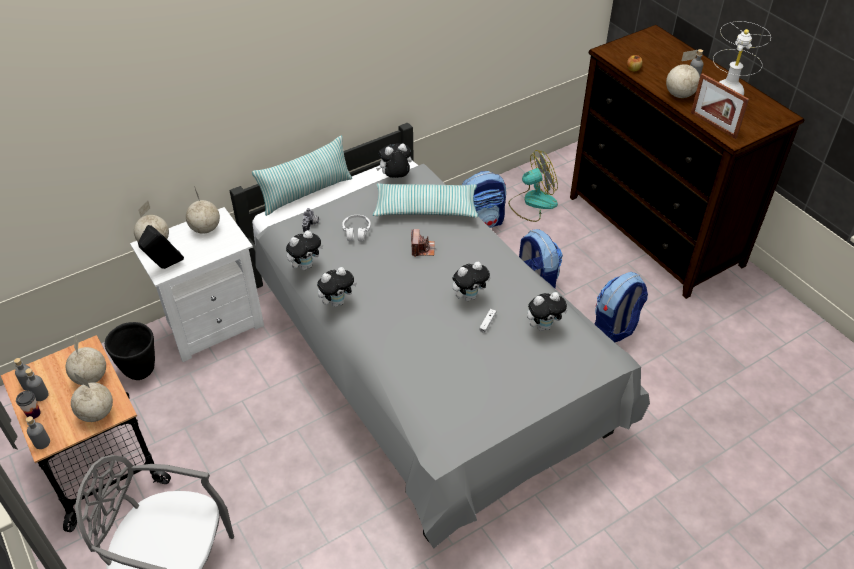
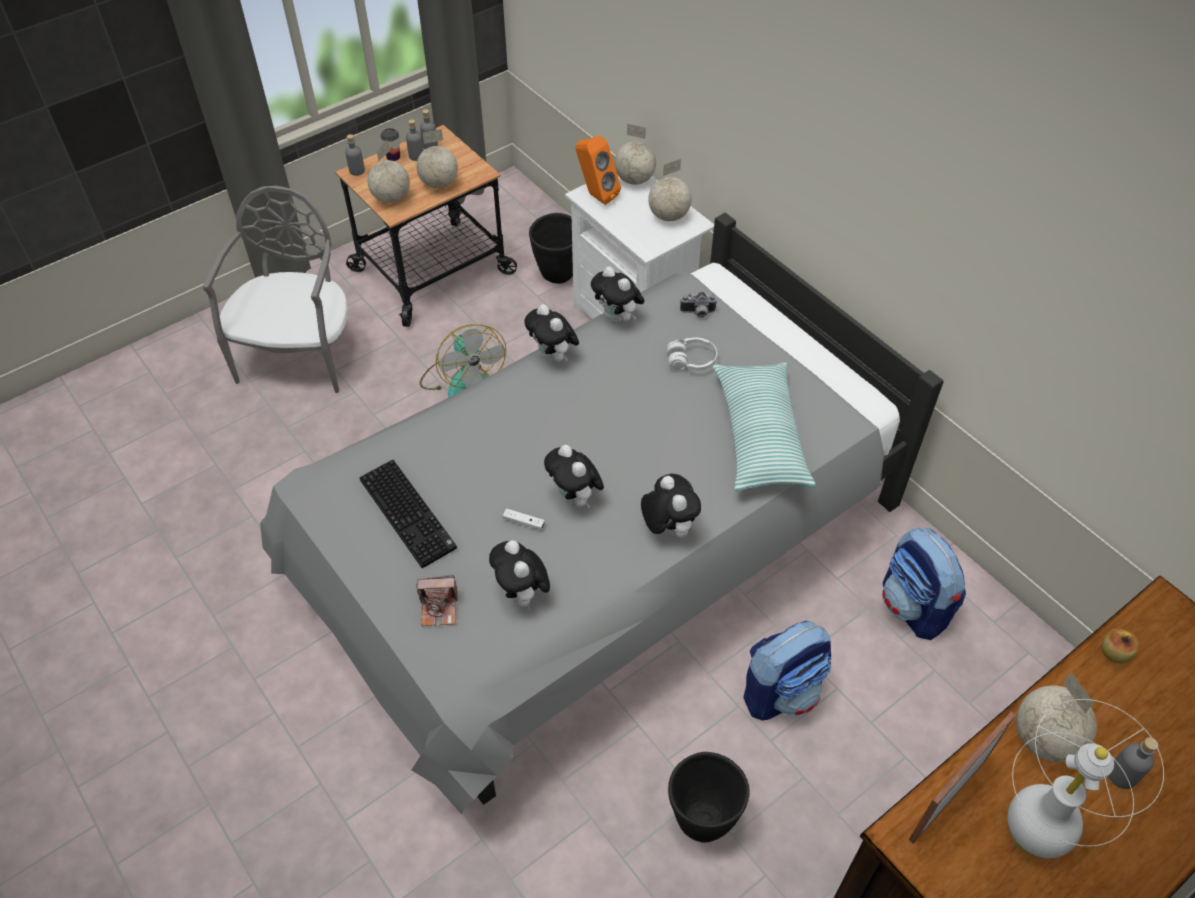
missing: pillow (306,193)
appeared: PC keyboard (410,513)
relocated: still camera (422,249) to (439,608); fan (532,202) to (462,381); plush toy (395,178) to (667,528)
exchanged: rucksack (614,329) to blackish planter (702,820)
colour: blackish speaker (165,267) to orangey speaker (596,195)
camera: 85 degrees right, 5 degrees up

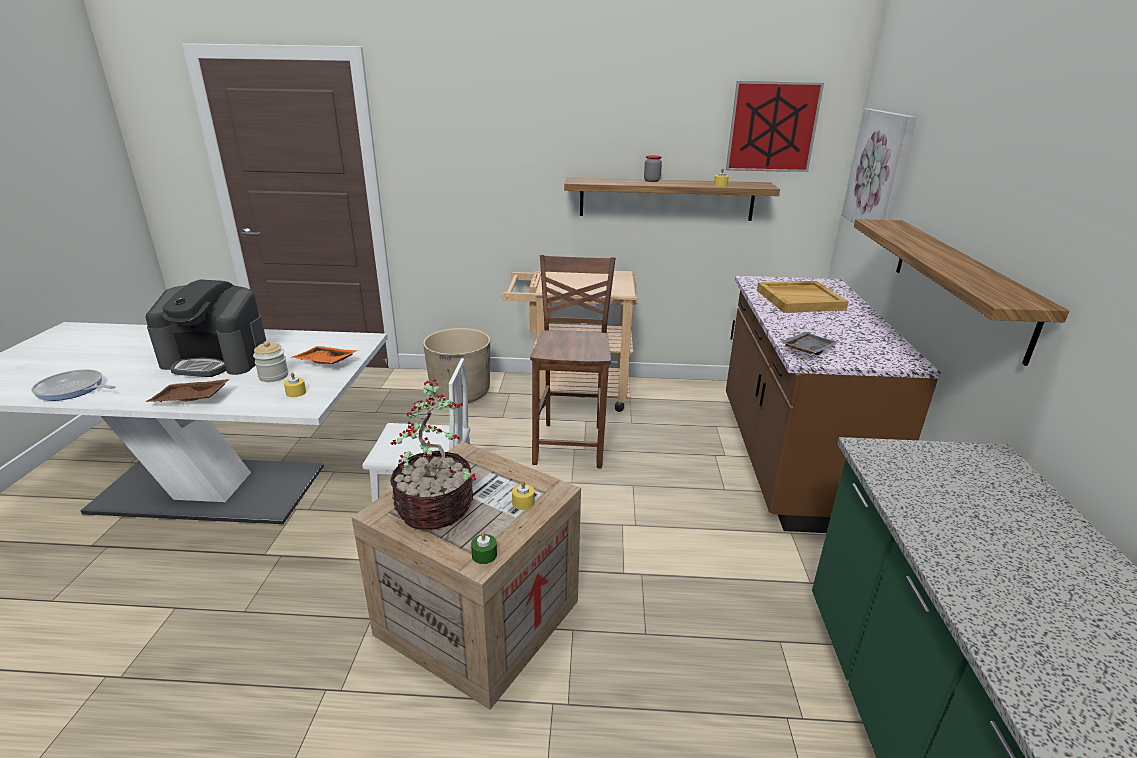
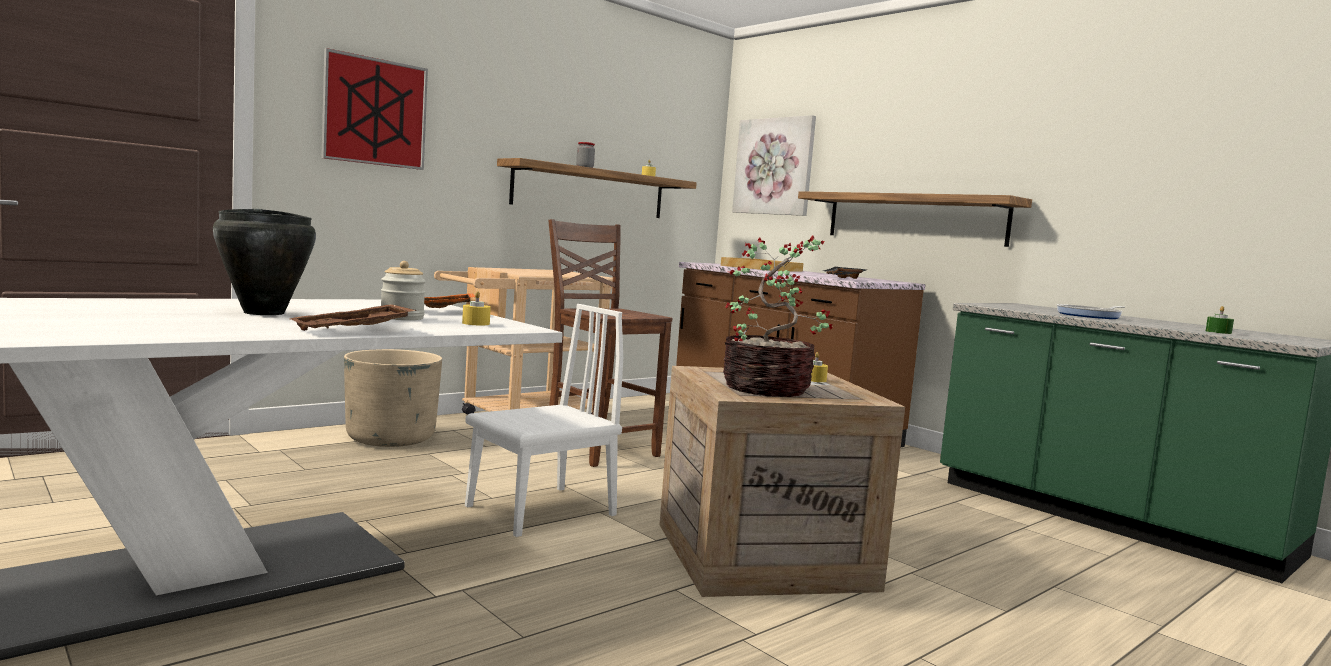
relocated: picture (772,127) to (375,112); skillet (73,390) to (1091,316); greenish candle (484,555) to (1218,332)
exchanged: coffee machine (217,359) to blackish cooking pot (264,313)
camera: 45 degrees left, 20 degrees down

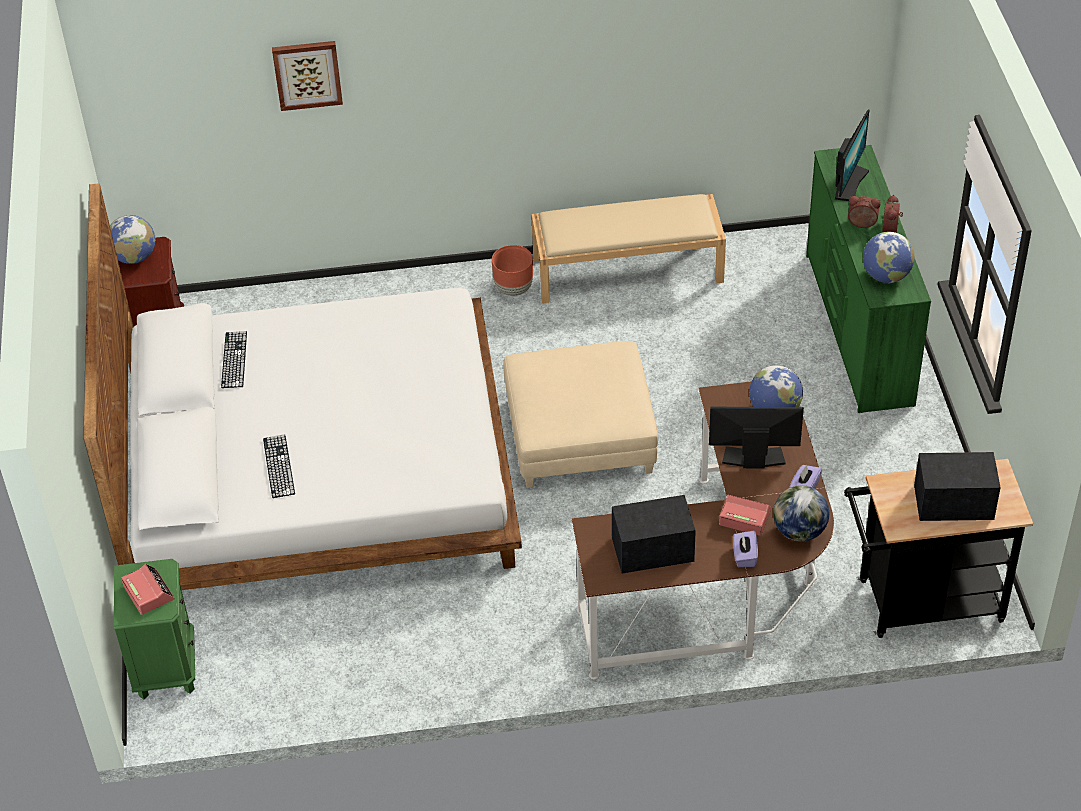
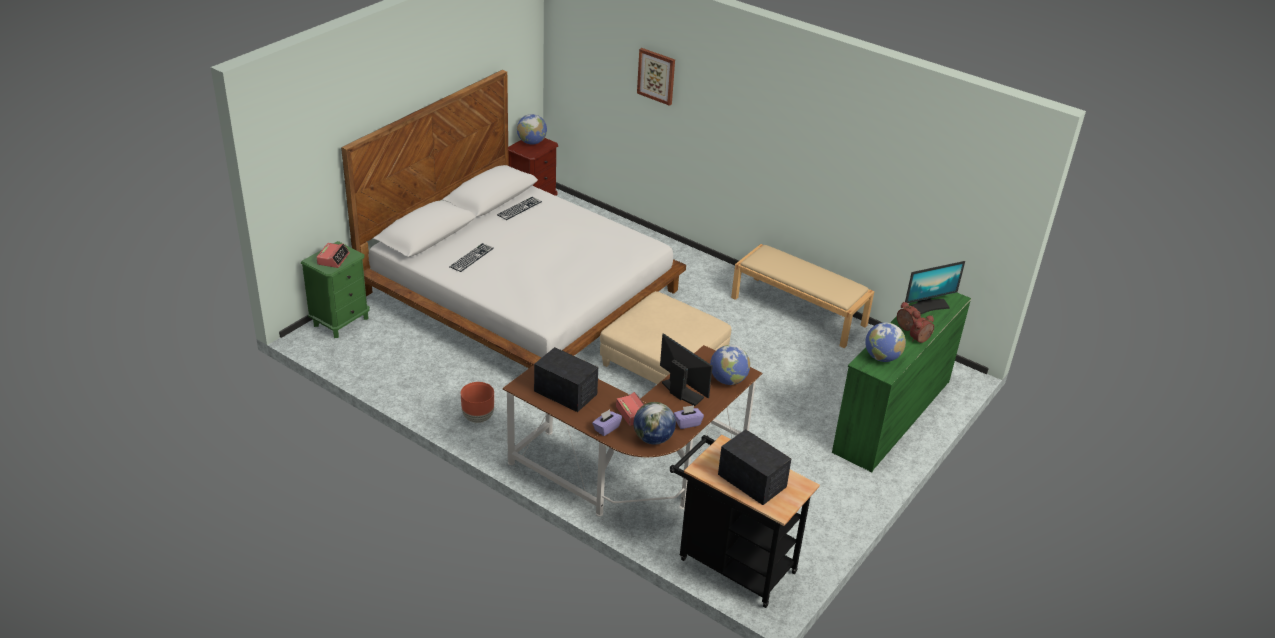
relocated: brown planter (513,289) to (477,417)
camera: 40 degrees right, 10 degrees down

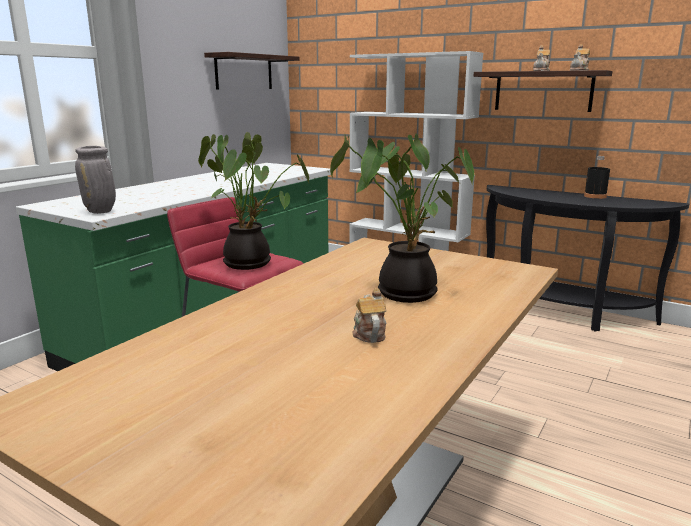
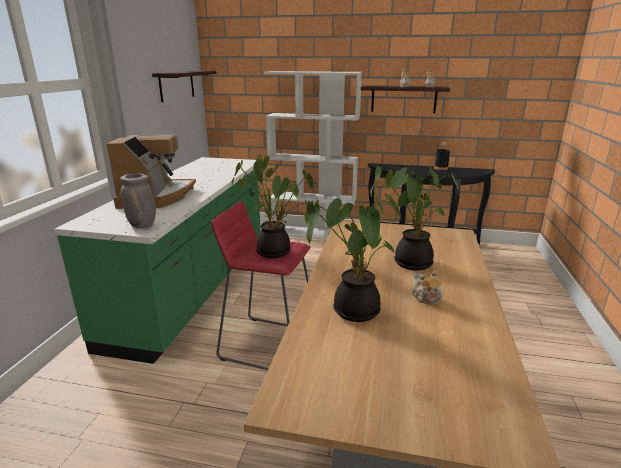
appeared: coffee machine (156,197); potted plant (352,309)
camera: 20 degrees left, 5 degrees up

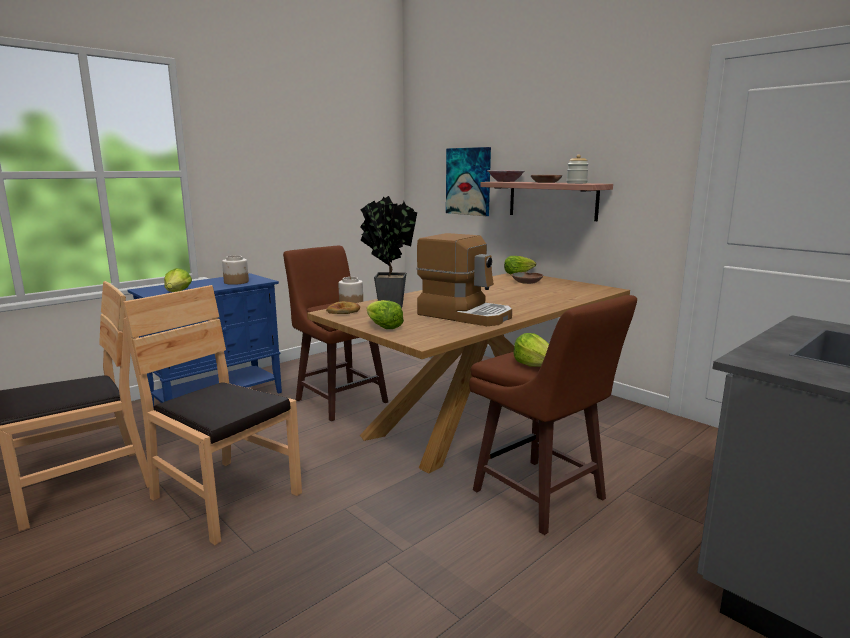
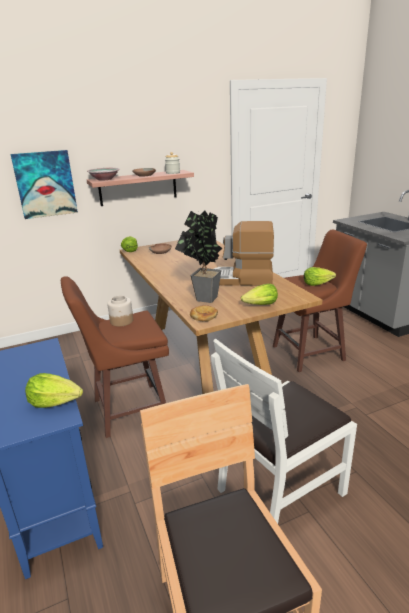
missing: preserve jar (236,282)
colour: brown plain chair (225,497) to white plain chair (280,489)
spun: coffee machine (465,315) = (242,279) 135 degrees counterclockwise
camera: 70 degrees left, 10 degrees up

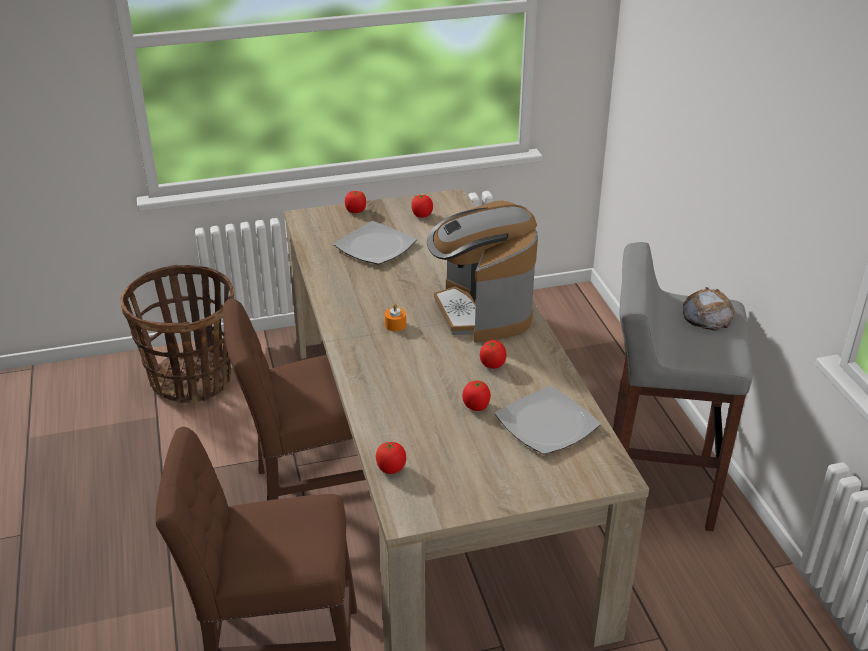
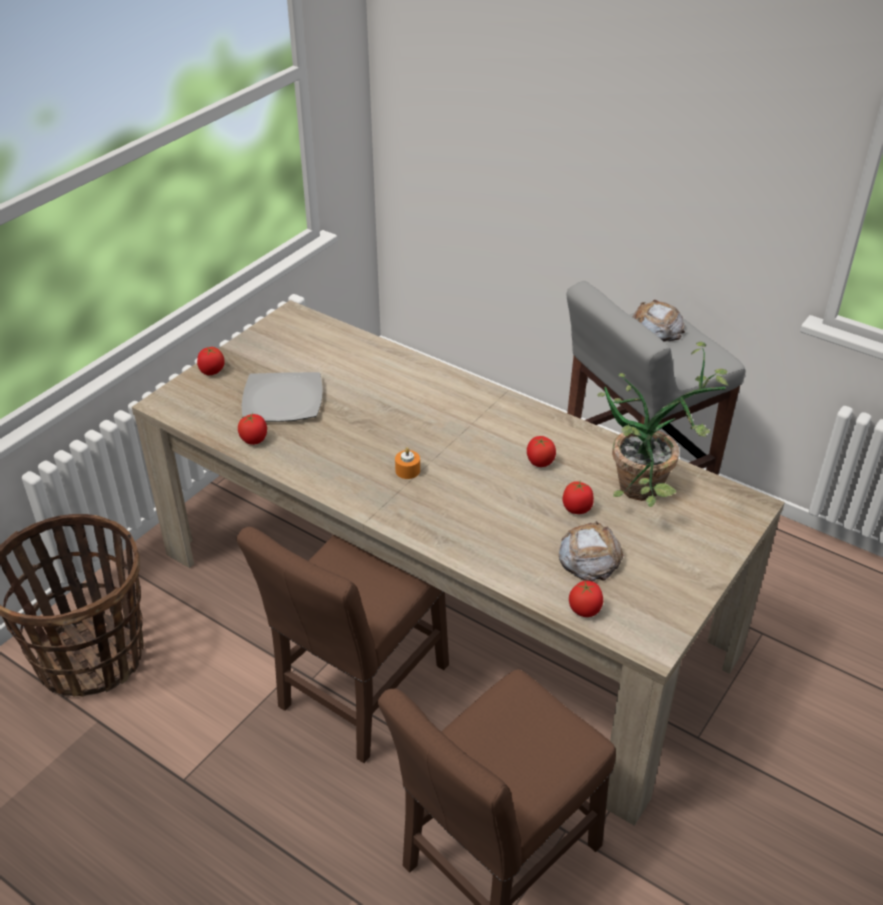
missing: coffee machine (482,312)
appeared: bread (589,557)
relocated: whole tomato (422,215) to (254,440)
exchanged: plate (546,425) to potted plant (650,492)
camera: 40 degrees left, 5 degrees up

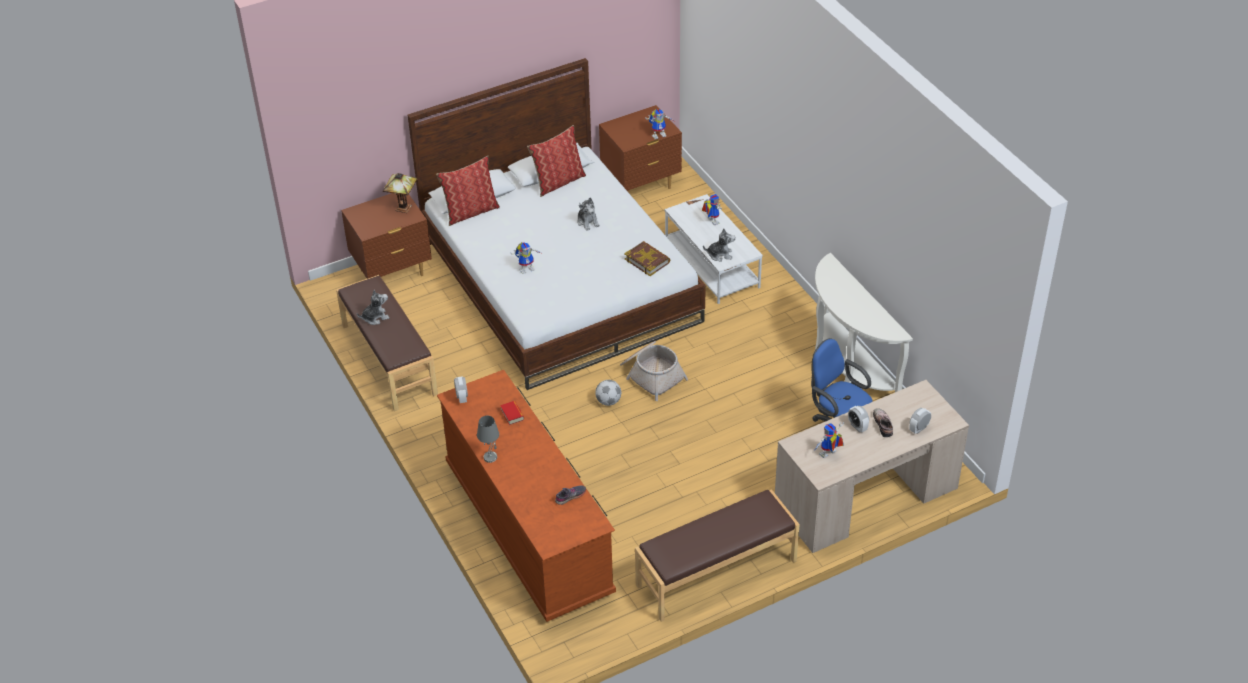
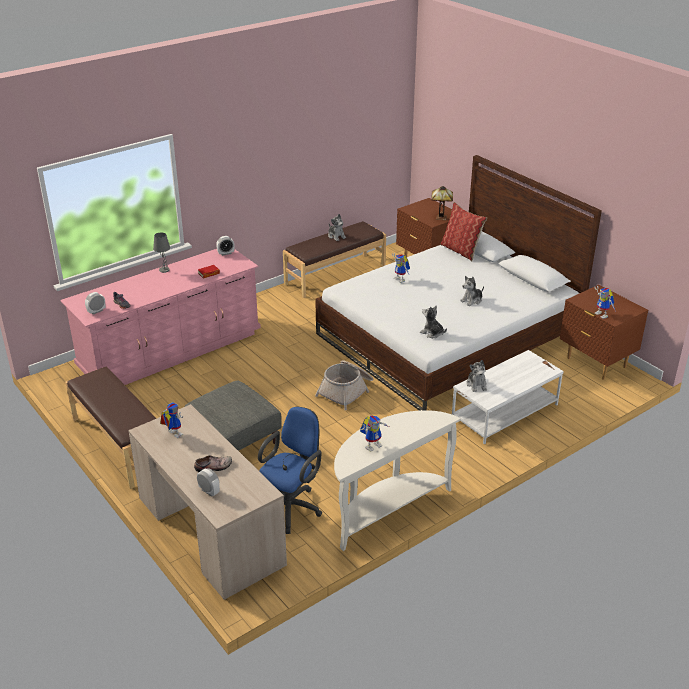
missing: pillow (558,182); football (608,401)
appeared: grey footrest (234,440)
relocated: table clock (857,426) to (96,311); model robot (710,221) to (373,445)
exchanged: book (647,261) to plush toy (432,333)
colour: brown dresser (528,529) to pinkish dresser (171,350)
camera: 80 degrees right, 10 degrees down

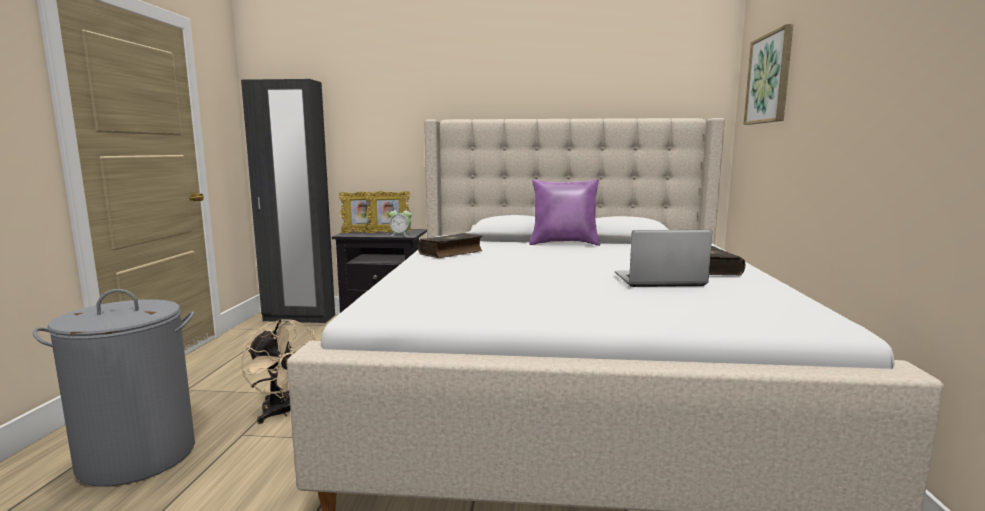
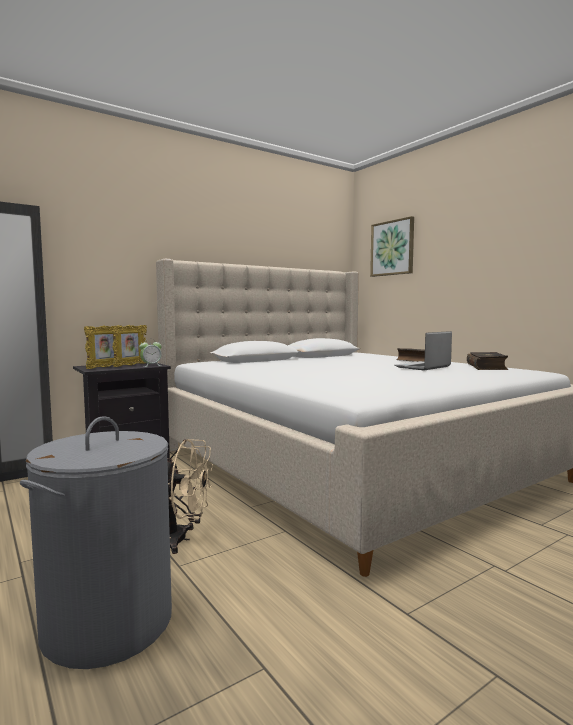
missing: purplish pillow (564,243)
relocated: book (451,253) to (487,367)
camera: 40 degrees left, 5 degrees down

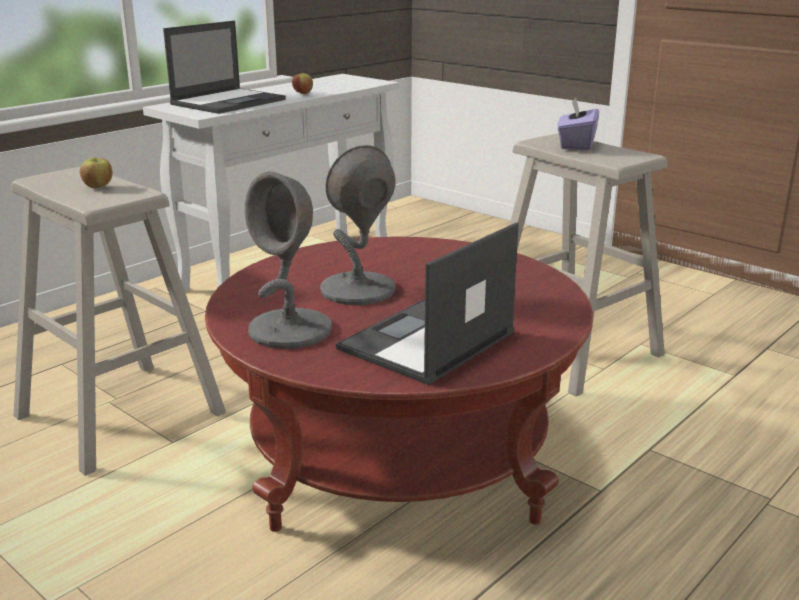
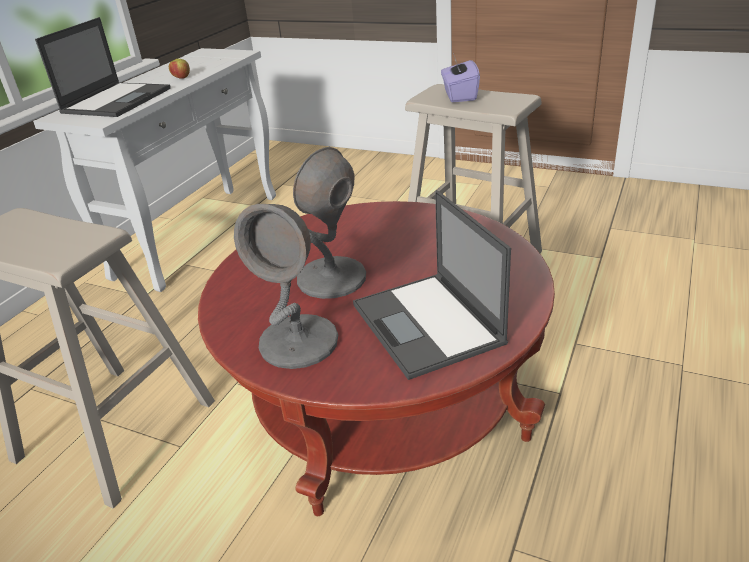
missing: apple fruit (98,187)
spun: portable computer (426,342) = (428,324) 45 degrees counterclockwise
camera: 15 degrees left, 10 degrees up

